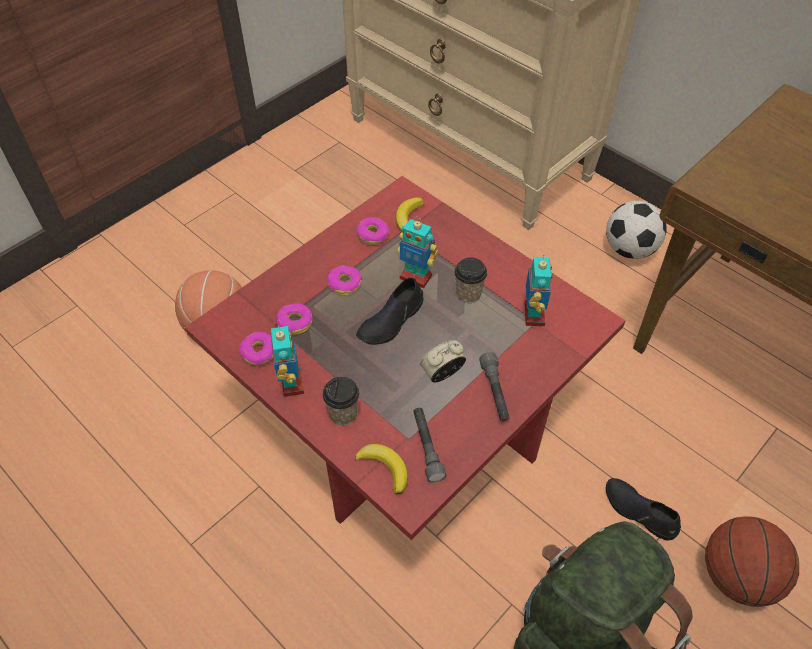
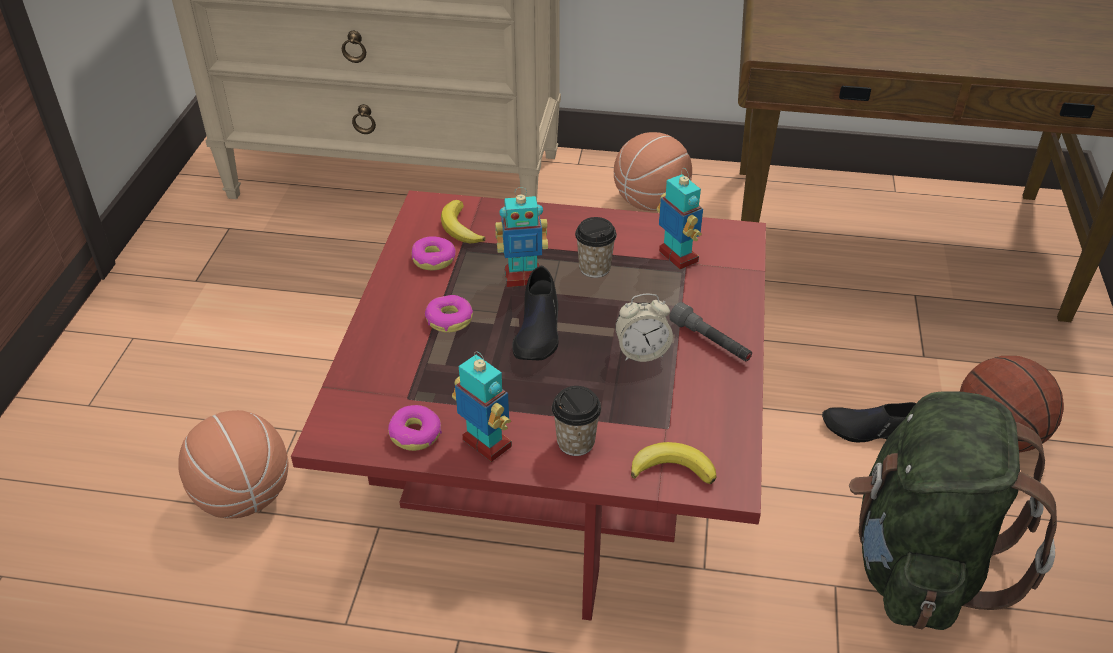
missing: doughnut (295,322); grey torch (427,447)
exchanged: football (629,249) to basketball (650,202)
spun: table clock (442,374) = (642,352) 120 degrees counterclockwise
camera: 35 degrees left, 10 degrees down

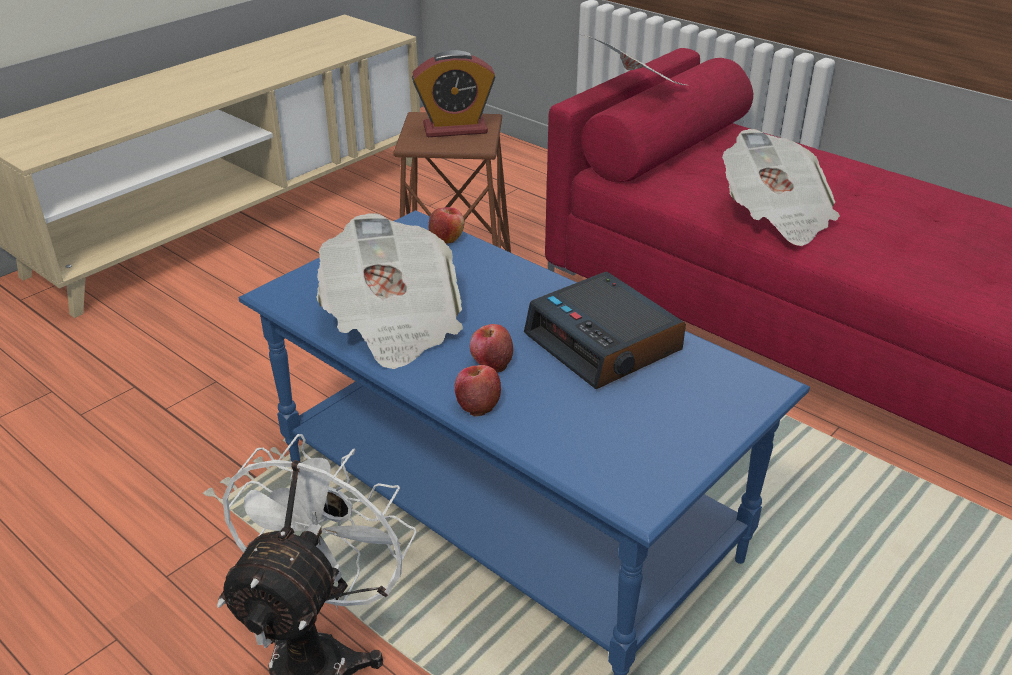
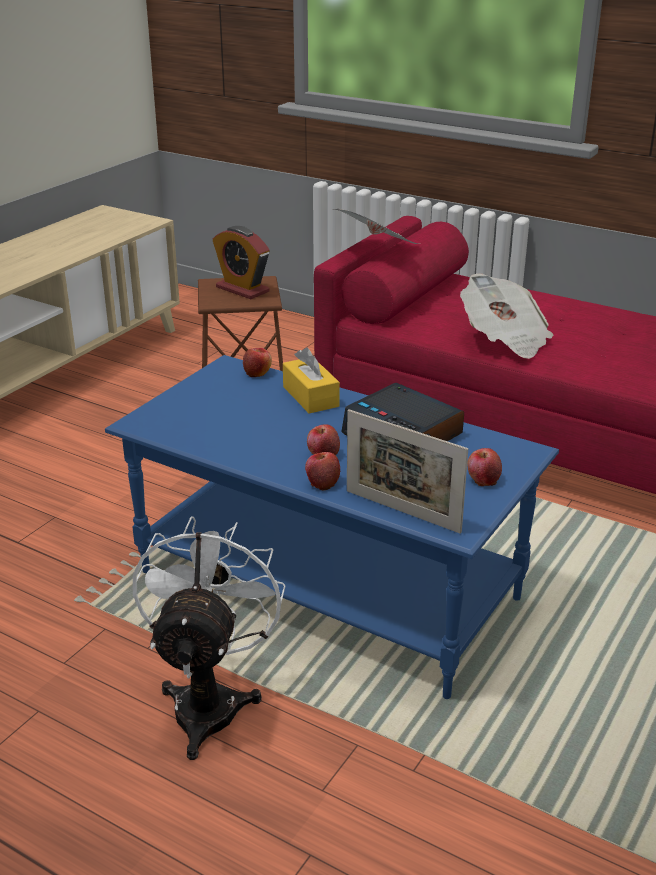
missing: newspaper (393,323)
appeared: yellowish box of tissues (310,396); standing frame (402,511); apple fruit (483,479)
spun: table clock (455,129) = (242,289) 60 degrees clockwise
camera: 10 degrees left, 5 degrees down

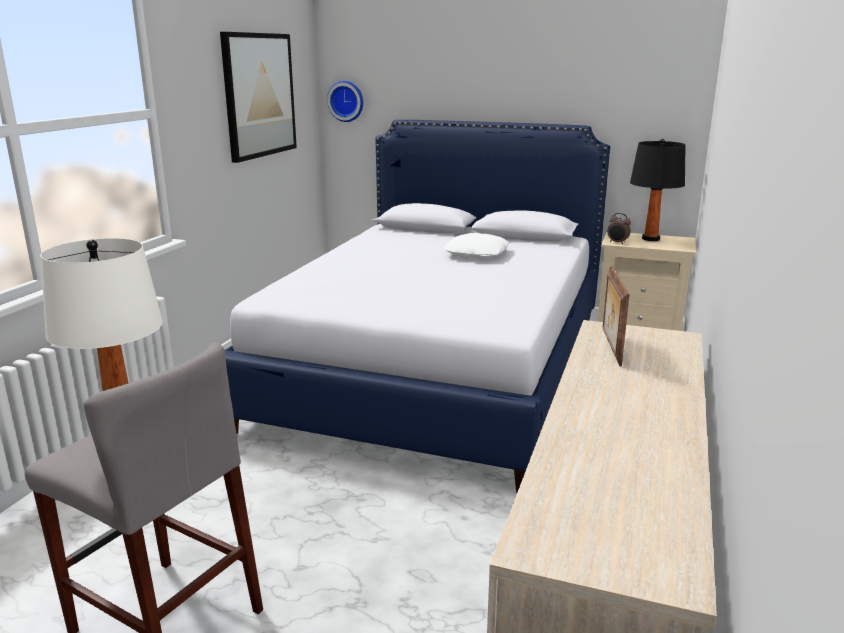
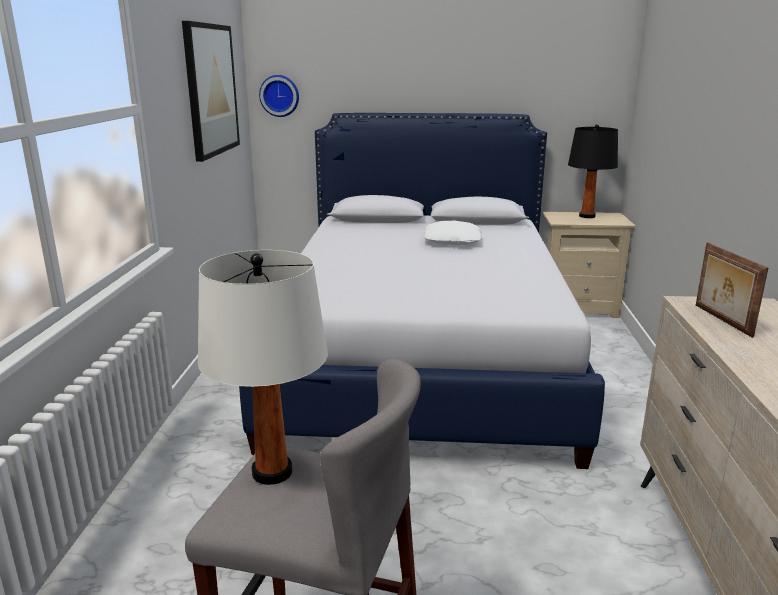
missing: table clock (617,243)
camera: 15 degrees left, 0 degrees up

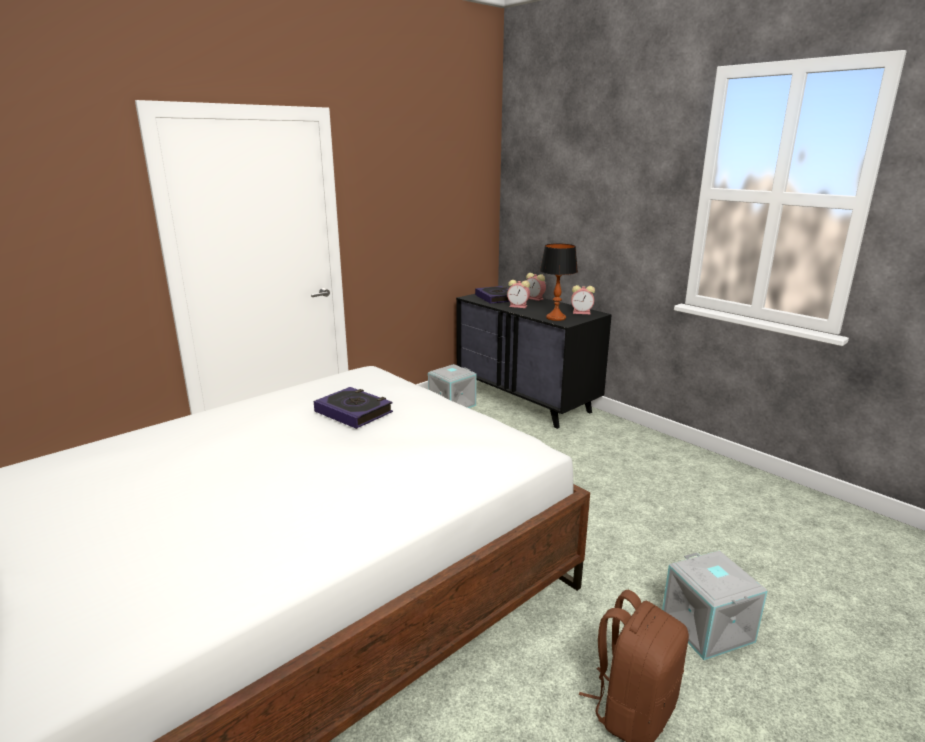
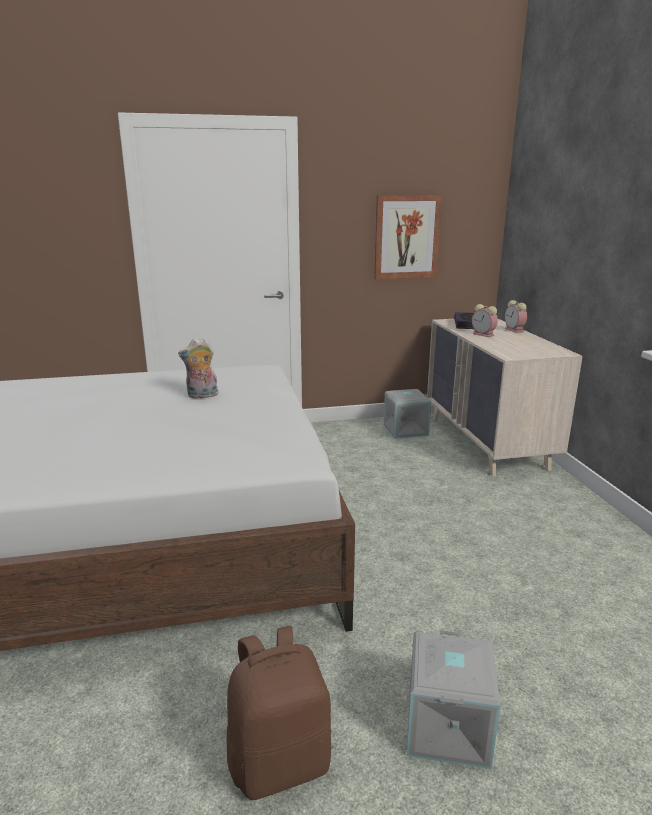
missing: tabletop lamp (555,318); table clock (582,312)
appeared: picture (406,237)
exchanged: book (353,412) to plush toy (202,396)
colour: blackish dresser (526,400) to beige dresser (487,442)
camera: 30 degrees right, 0 degrees up

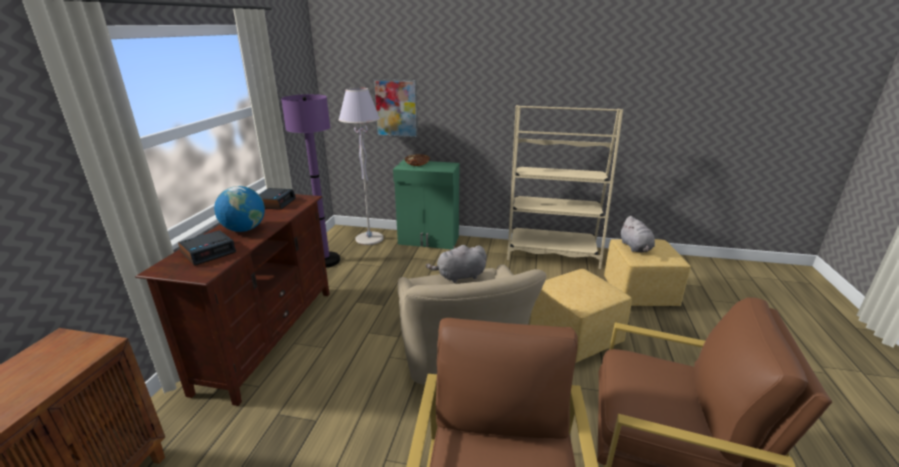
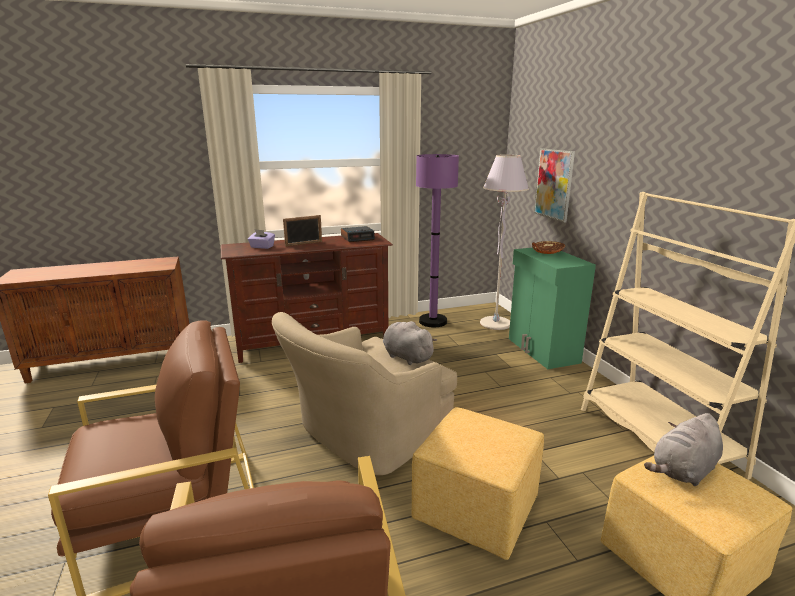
exchanged: table clock (209,252) to purplish box of tissues (262,247); desk globe (244,229) to standing frame (304,244)
camera: 60 degrees right, 5 degrees down

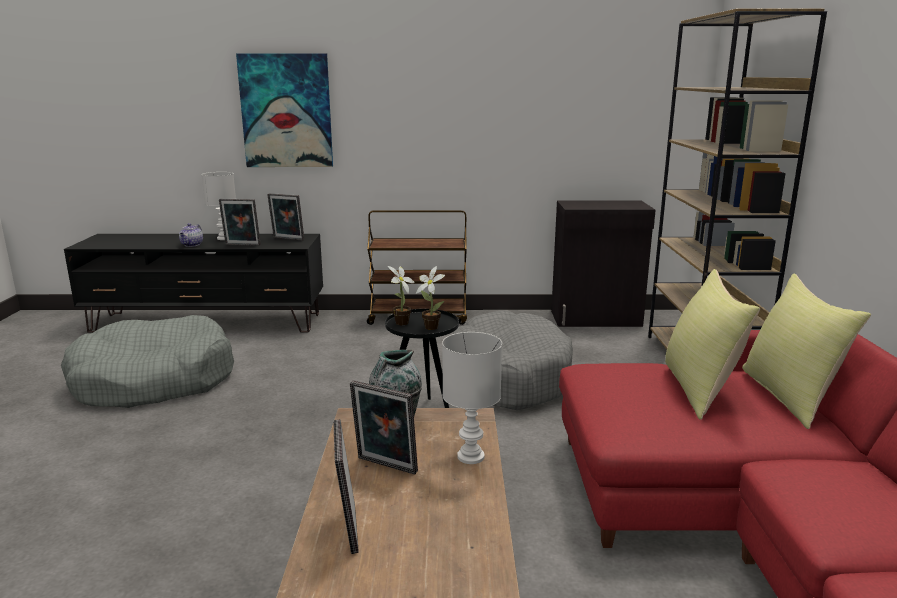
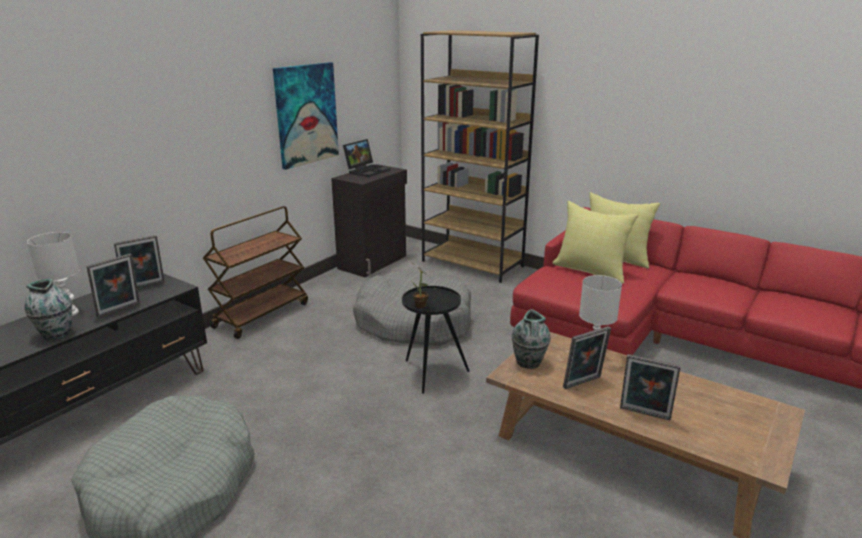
missing: potted plant (430,326)
appeared: portable computer (367,171)
relocated: picture (286,111) to (306,114)
exchanged: teapot (192,245) to decorative vase (56,334)
camera: 55 degrees left, 5 degrees up

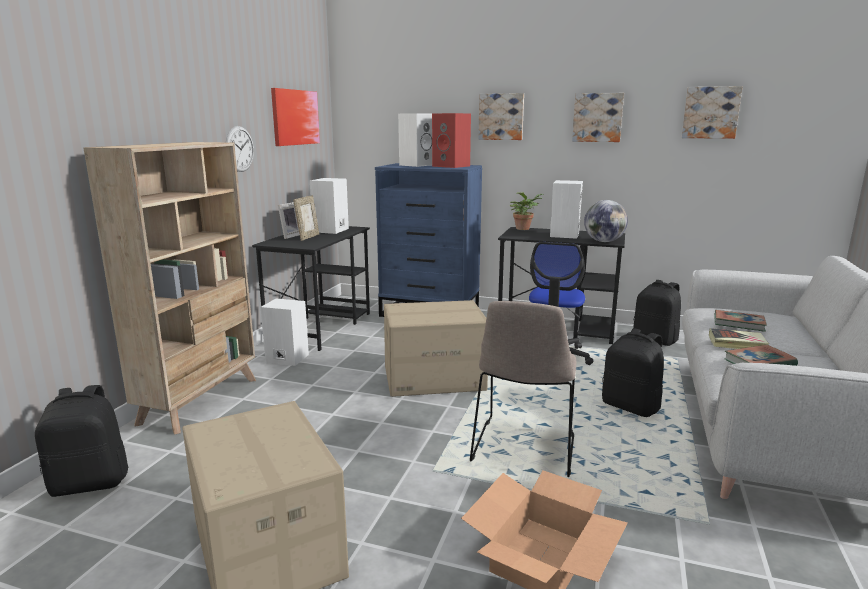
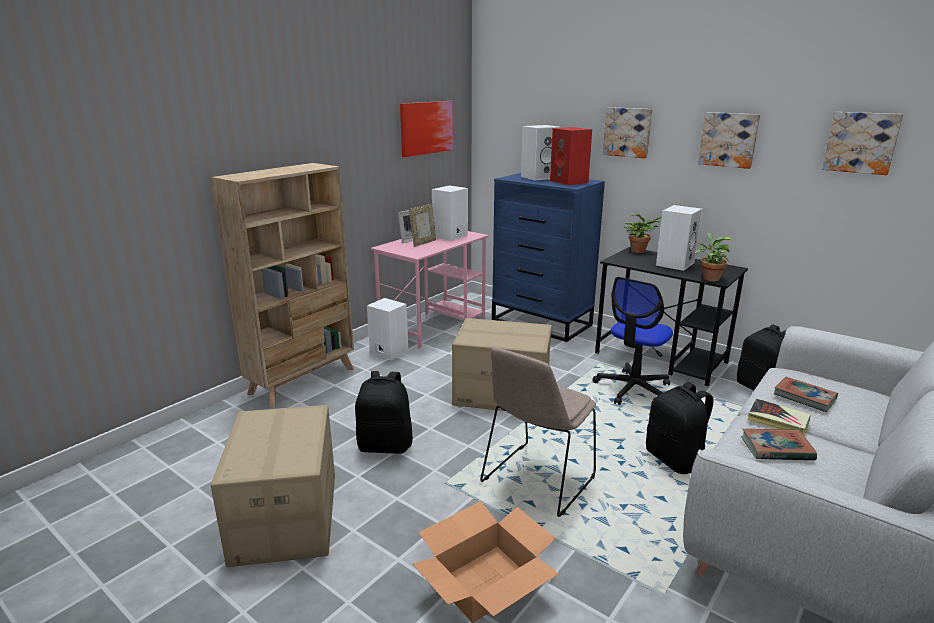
missing: wall clock (239,149)
relocated: blackish rucksack (90,483) to (385,445)
exchanged: desk globe (604,241) to potted plant (709,278)
colour: blackish desk (321,327) to pinkish desk (434,324)
camera: 20 degrees right, 5 degrees up

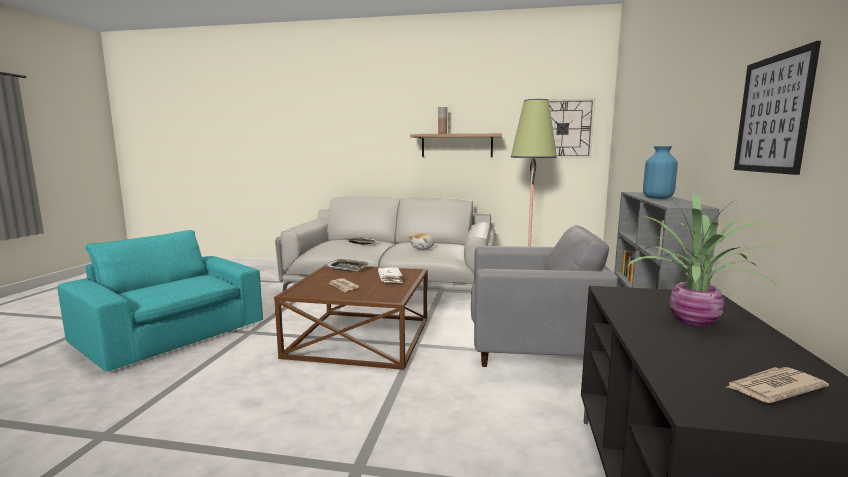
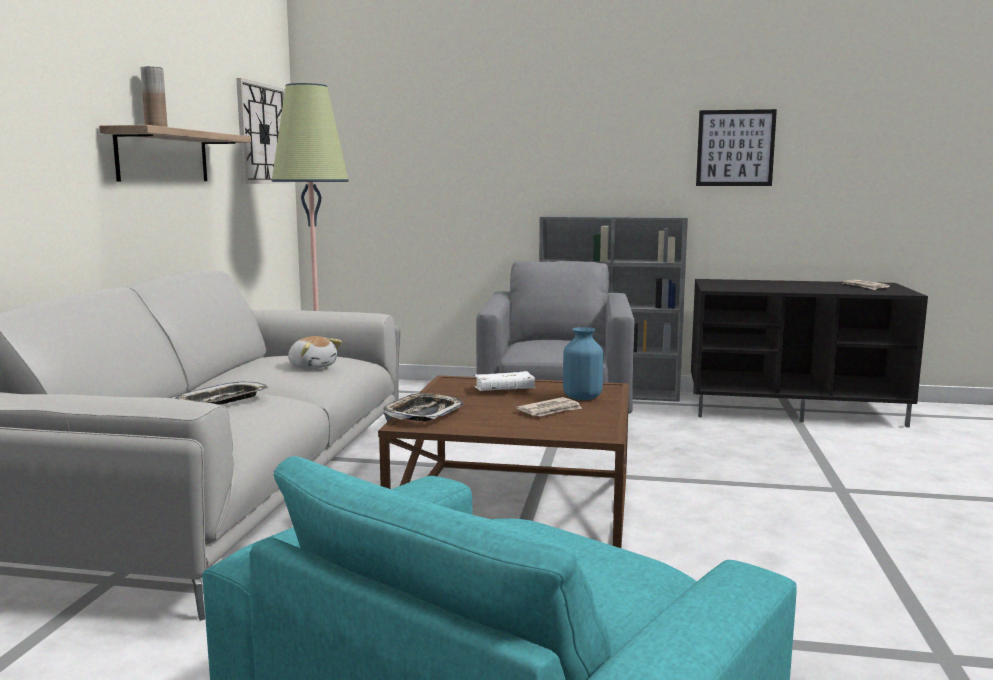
missing: potted plant (693,320)
relocated: blue-coloured decorative vase (657,198) to (582,398)
camera: 90 degrees left, 0 degrees up

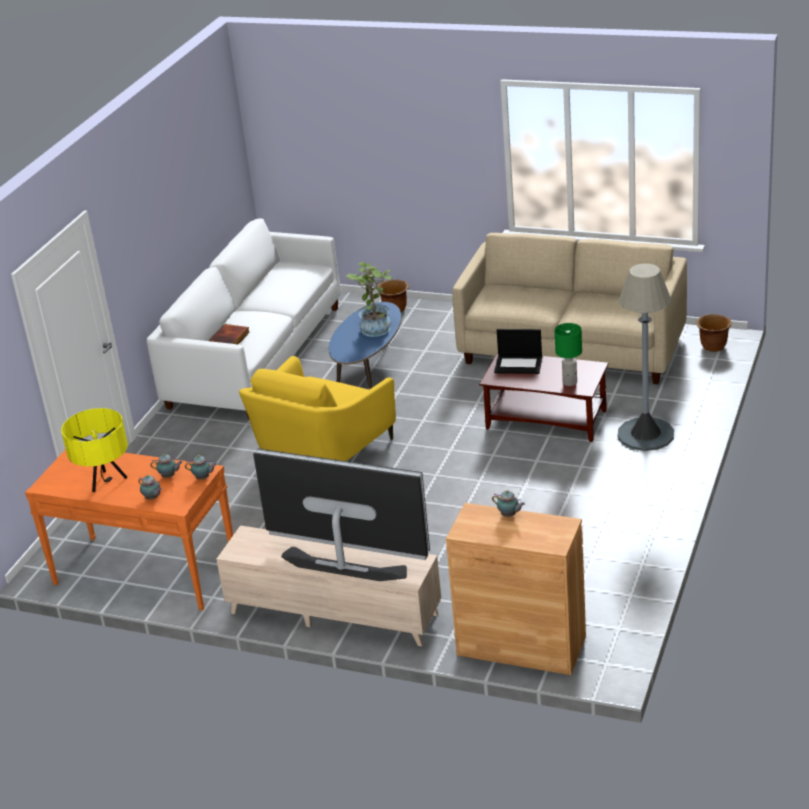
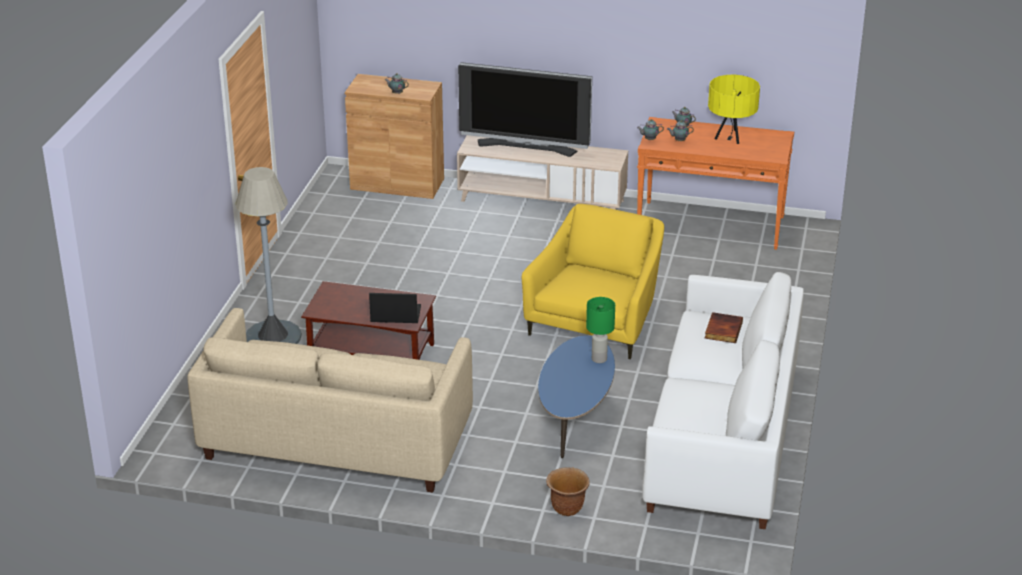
missing: potted plant (375,327); brown planter (713,346)
relocated: greenish tabletop lamp (570,382) to (598,359)
camera: 170 degrees right, 0 degrees up

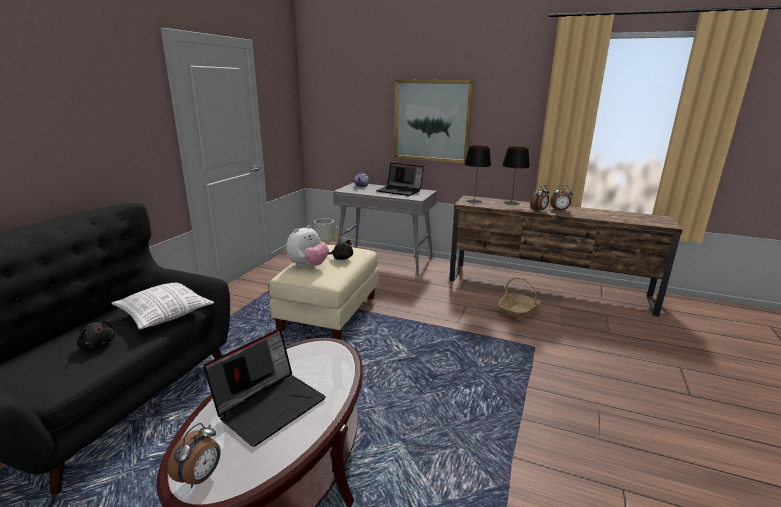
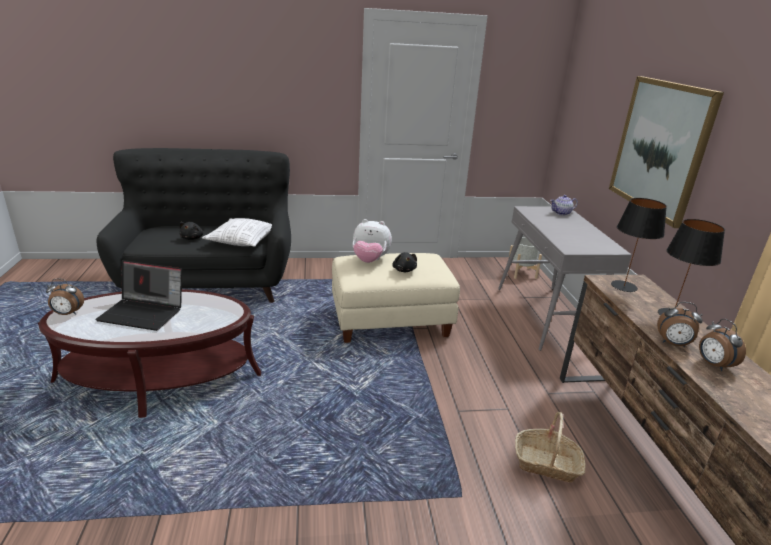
missing: portable computer (400,191)
camera: 60 degrees right, 5 degrees up

